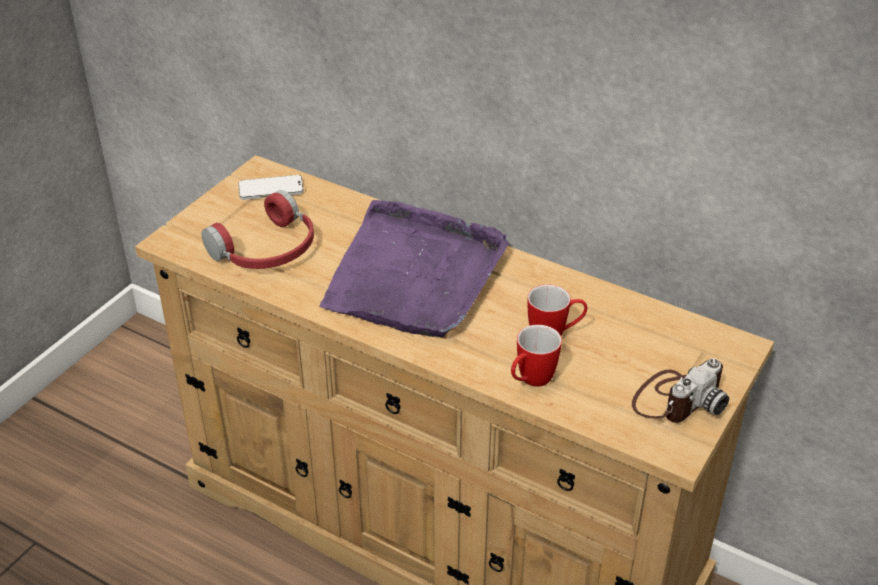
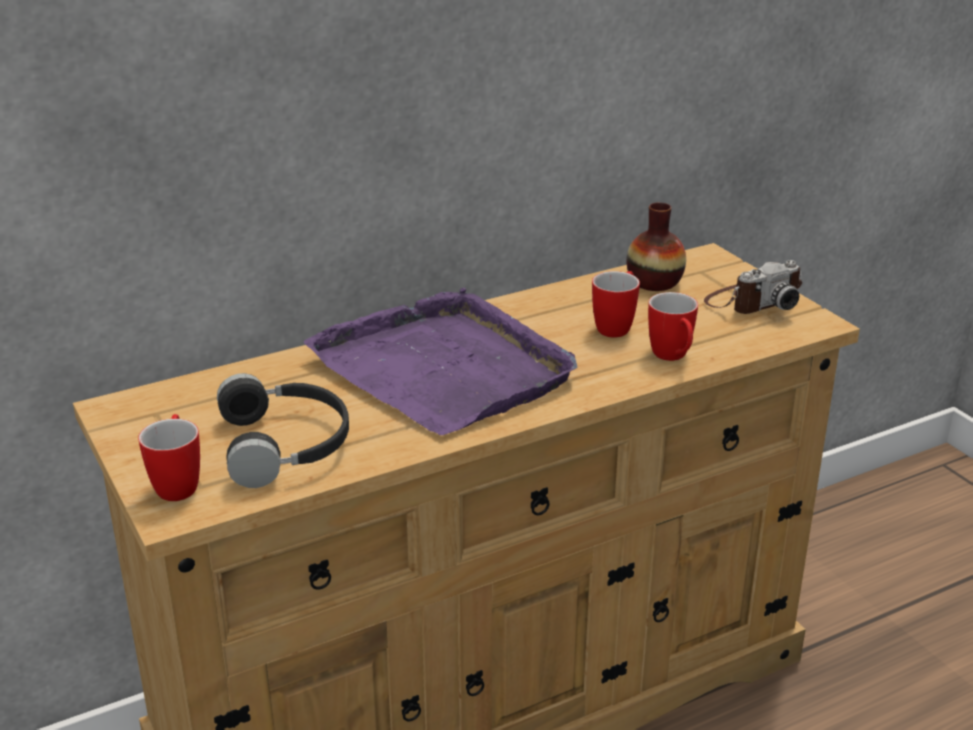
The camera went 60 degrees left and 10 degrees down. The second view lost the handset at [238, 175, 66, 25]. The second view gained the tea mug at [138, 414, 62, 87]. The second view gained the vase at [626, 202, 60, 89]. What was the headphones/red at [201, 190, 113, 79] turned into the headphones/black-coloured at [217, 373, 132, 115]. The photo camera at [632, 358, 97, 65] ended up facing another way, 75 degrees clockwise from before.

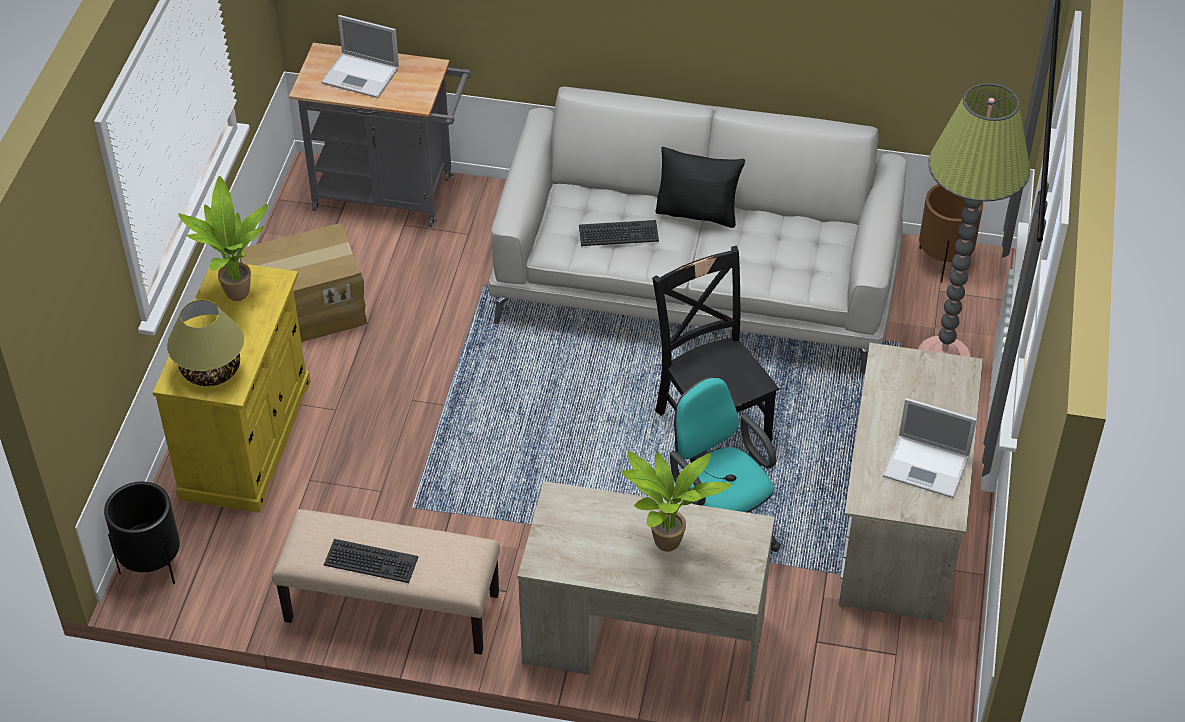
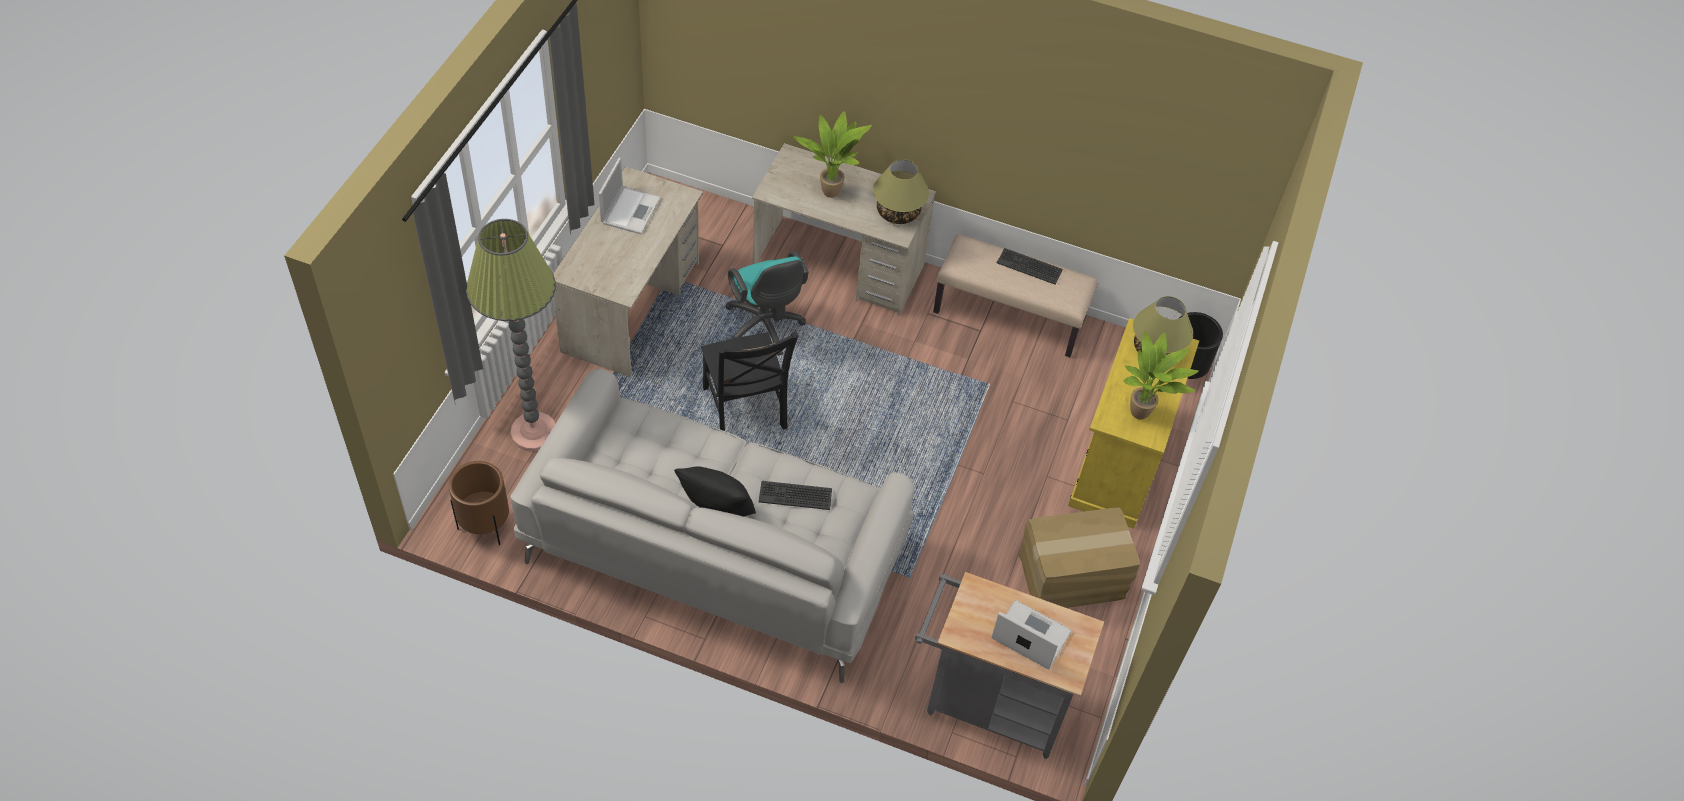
The camera went 175 degrees left and 5 degrees up. The second view gained the table lamp at [873, 159, 56, 65]. The laptop at [883, 398, 94, 100] ended up facing another way, 75 degrees clockwise from before.

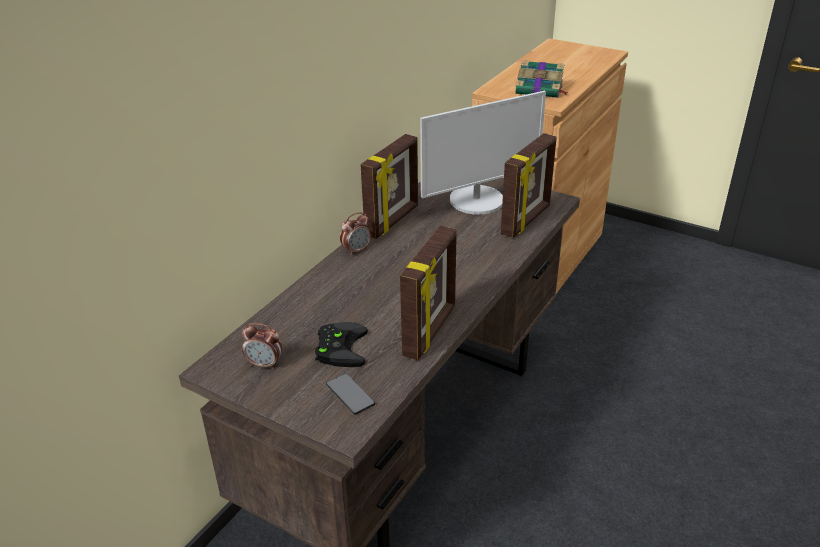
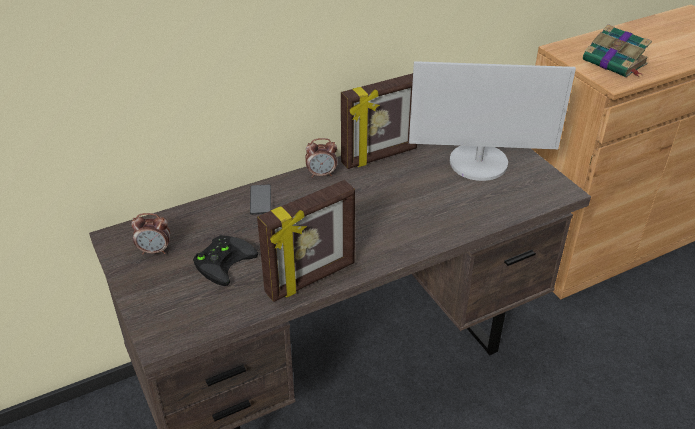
The camera went 30 degrees right and 5 degrees up. The second view lost the photo frame at [501, 133, 55, 105]. The handset ended up elsewhere, having gone from [326, 373, 49, 42] to [250, 184, 21, 31]. The alarm clock at [242, 323, 40, 46] ended up facing another way, 45 degrees counterclockwise from before.

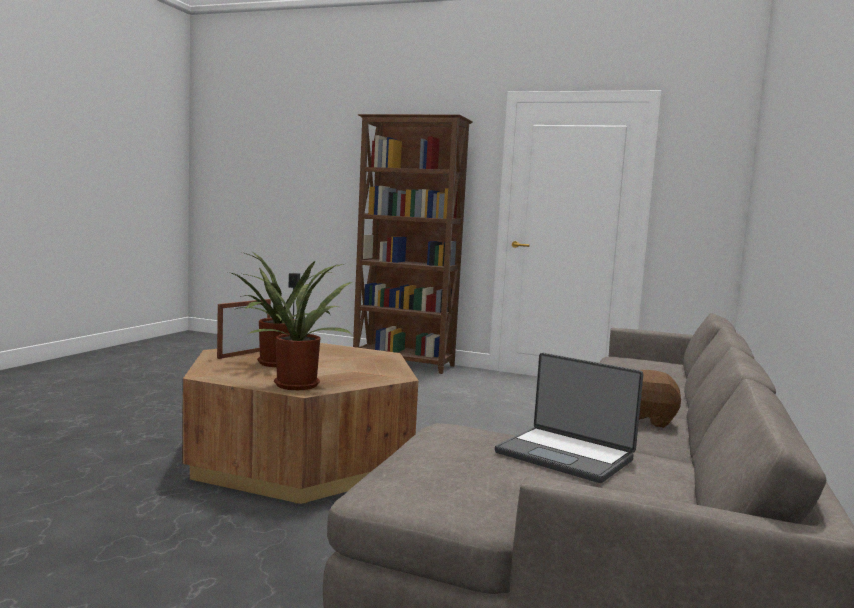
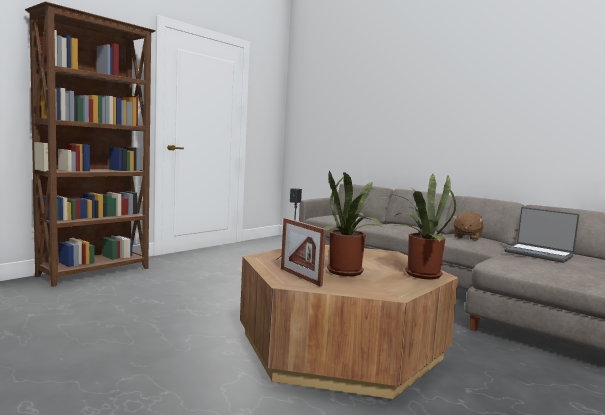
The camera went 70 degrees left and 0 degrees up. The laptop at [495, 353, 148, 130] ended up facing another way, 75 degrees clockwise from before.

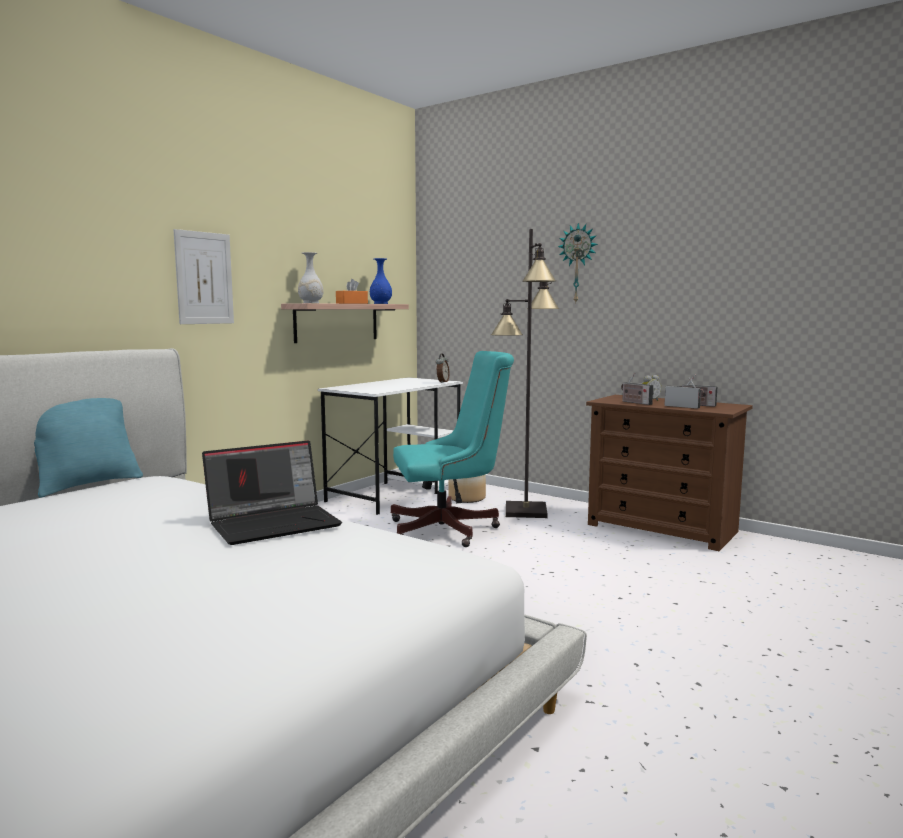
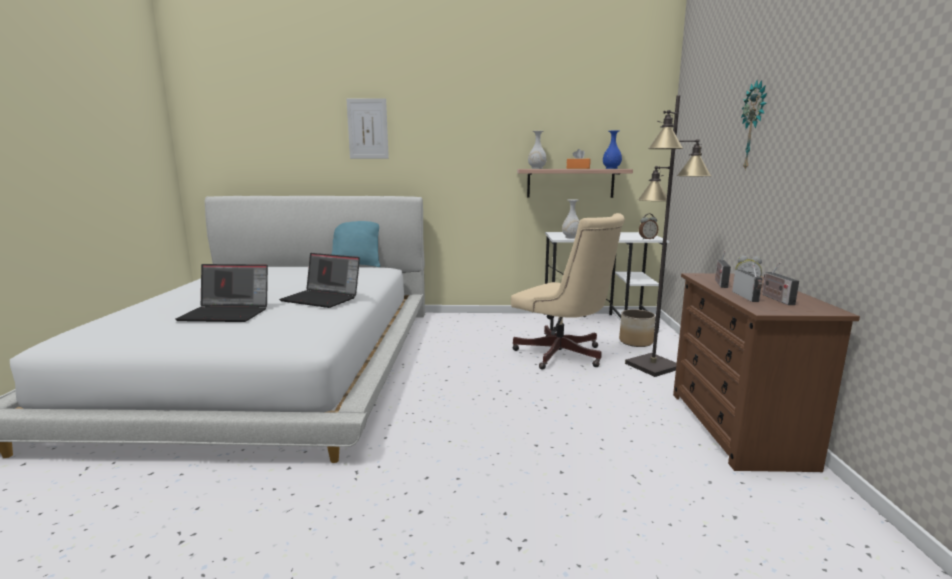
The camera went 55 degrees right and 5 degrees up. The second view gained the laptop at [175, 264, 93, 58]. The second view gained the vase/whitish at [562, 199, 18, 39]. The wall picture ended up elsewhere, having gone from [173, 229, 61, 95] to [346, 98, 43, 61]. What was the computer chair/turquoise at [391, 351, 123, 196] turned into the computer chair/beige-coloured at [511, 213, 114, 157].

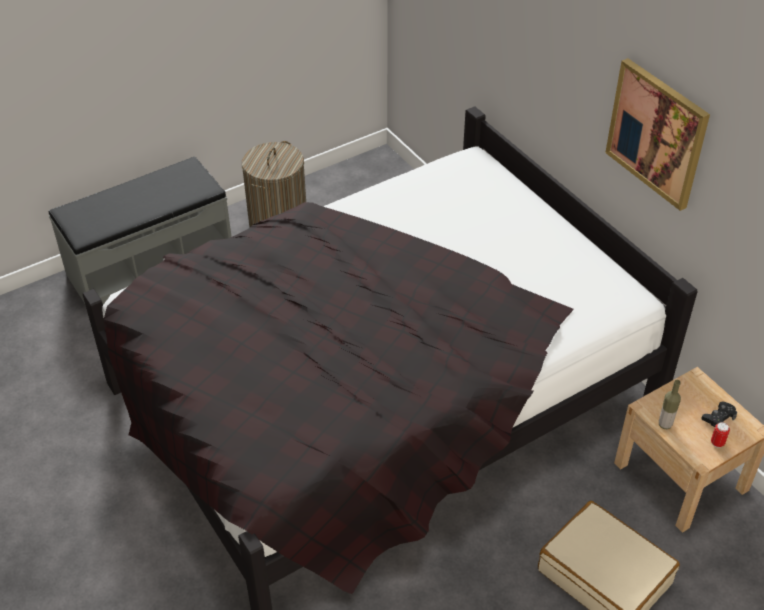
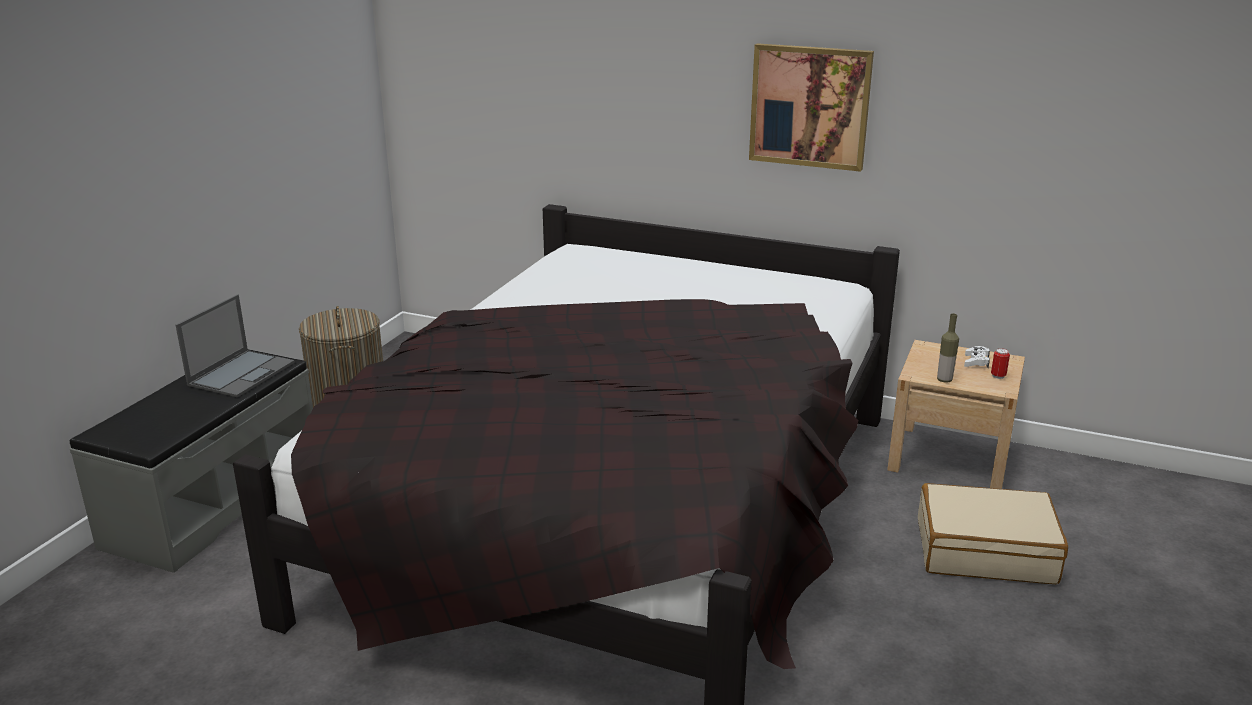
The camera went 35 degrees left and 20 degrees down. The second view gained the laptop at [176, 294, 119, 103]. What was the game controller/black-coloured at [701, 402, 36, 25] turned into the game controller/whitish at [964, 346, 26, 22].

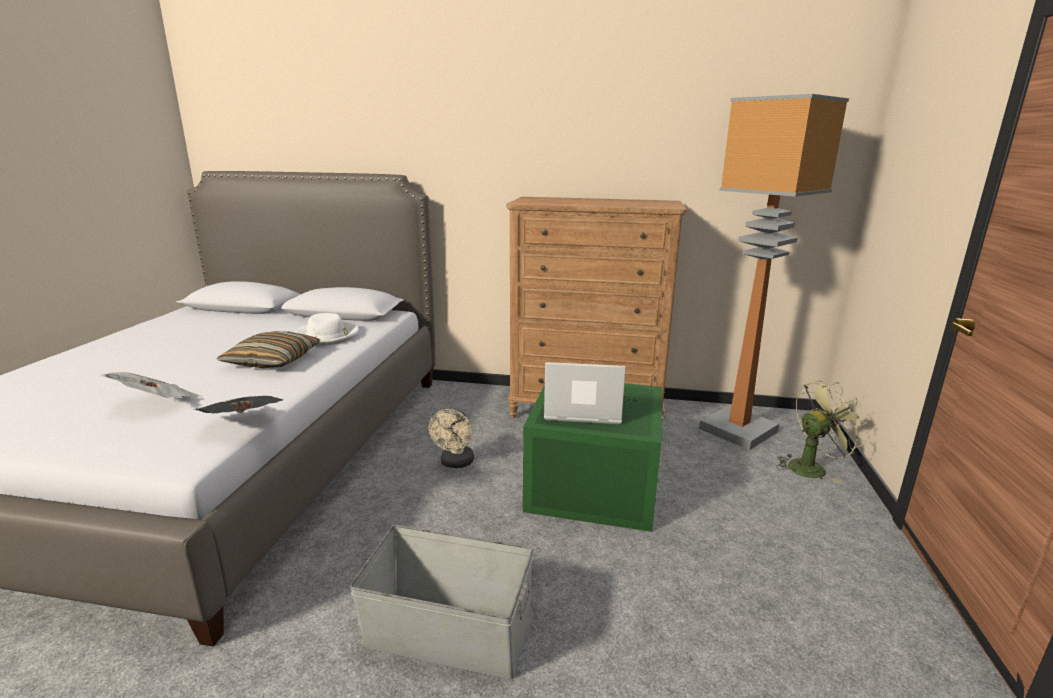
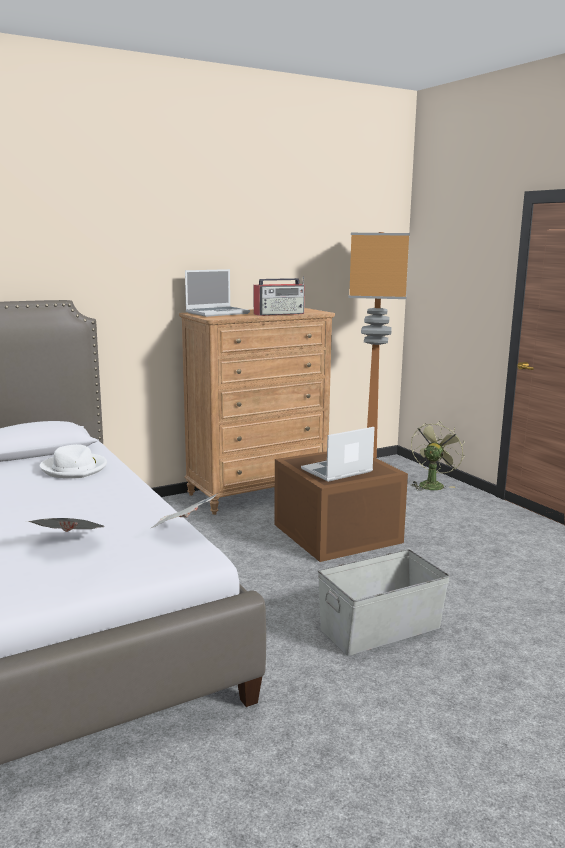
The camera went 40 degrees left and 5 degrees down. The second view lost the pillow at [217, 331, 103, 37]. The second view lost the fan/beige-coloured at [429, 409, 45, 59]. The second view gained the laptop at [185, 269, 65, 48]. The second view gained the radio at [254, 277, 51, 39]. What was the storage box/greenish at [523, 383, 140, 149] turned into the storage box/brownish at [274, 451, 134, 111].

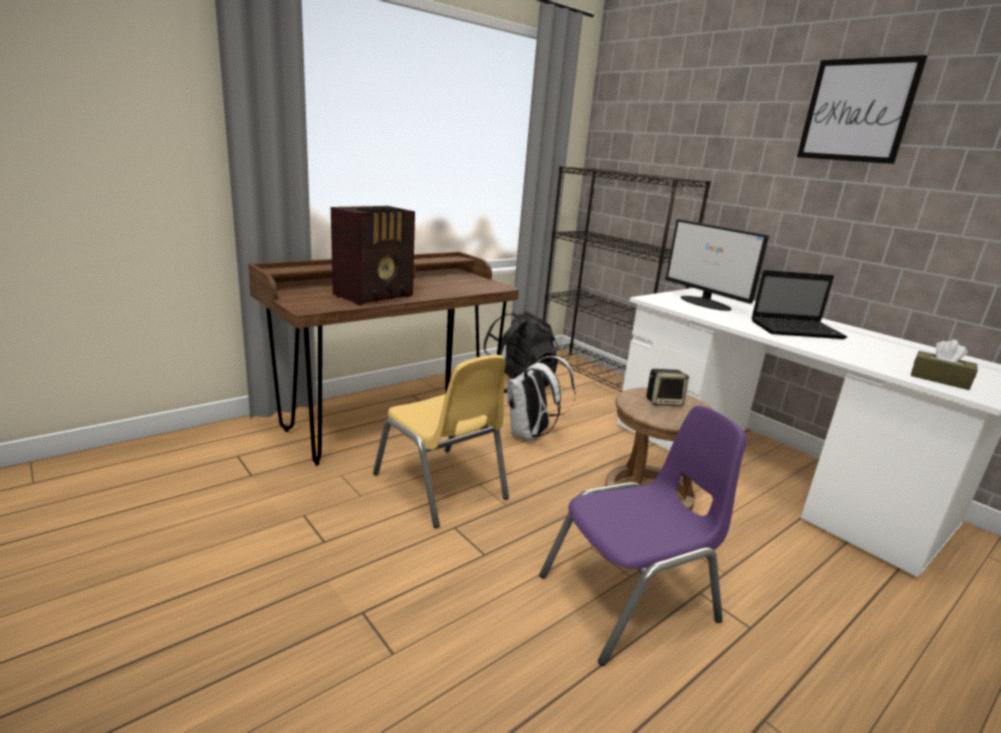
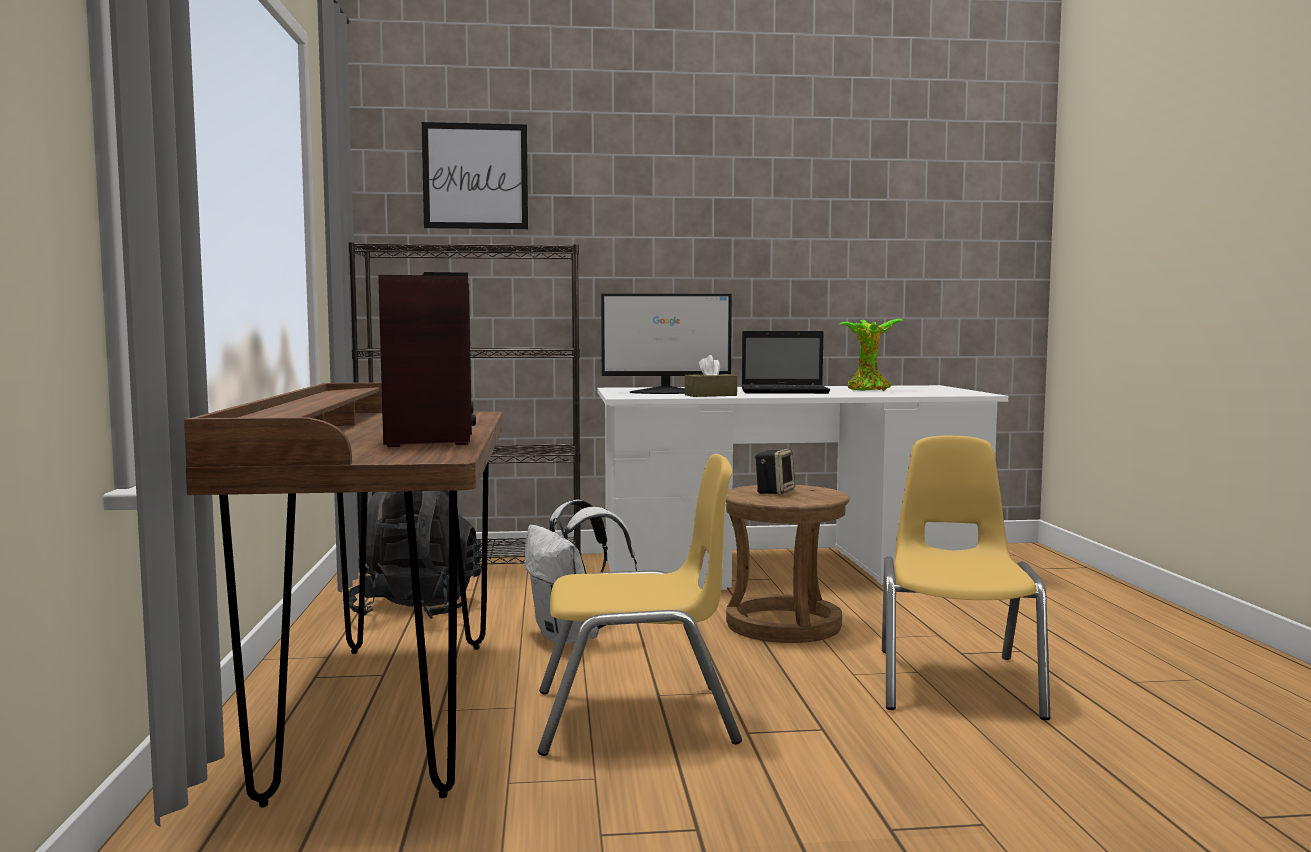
The camera went 55 degrees left and 15 degrees down. The second view gained the plant in a pot at [838, 319, 66, 72]. The wall picture ended up elsewhere, having gone from [797, 55, 131, 109] to [422, 122, 106, 107]. The tissue holder/brownish ended up elsewhere, having gone from [911, 340, 67, 50] to [685, 355, 52, 42]. What was the plain chair/purplish at [539, 405, 208, 261] turned into the plain chair/yellowish at [882, 436, 168, 284]. The laptop at [751, 270, 96, 69] ended up facing another way, 60 degrees clockwise from before.

